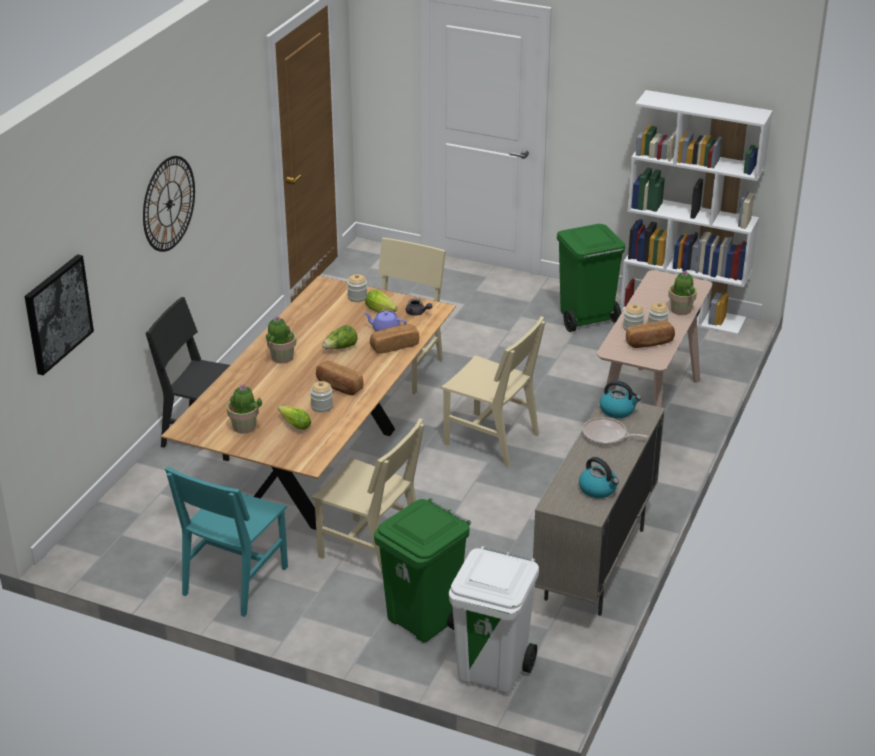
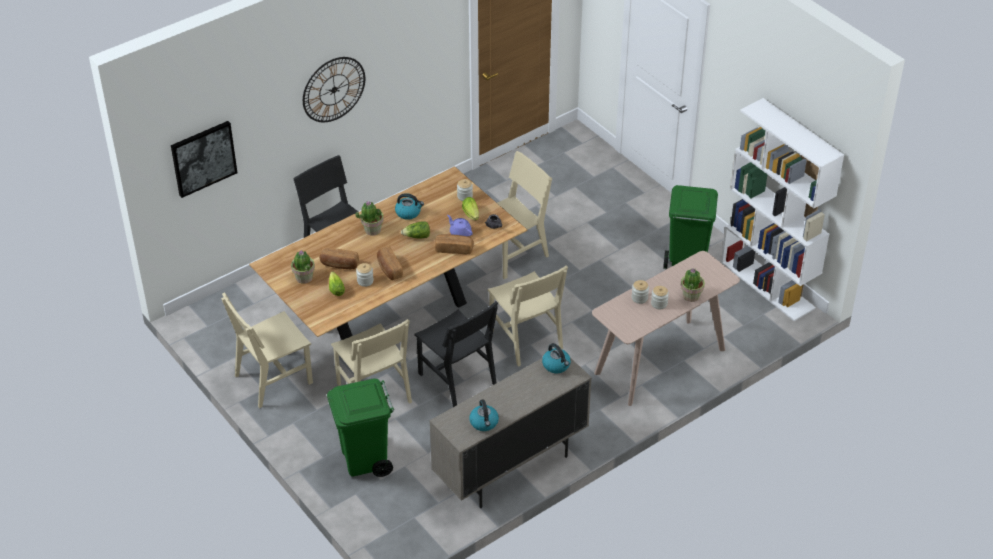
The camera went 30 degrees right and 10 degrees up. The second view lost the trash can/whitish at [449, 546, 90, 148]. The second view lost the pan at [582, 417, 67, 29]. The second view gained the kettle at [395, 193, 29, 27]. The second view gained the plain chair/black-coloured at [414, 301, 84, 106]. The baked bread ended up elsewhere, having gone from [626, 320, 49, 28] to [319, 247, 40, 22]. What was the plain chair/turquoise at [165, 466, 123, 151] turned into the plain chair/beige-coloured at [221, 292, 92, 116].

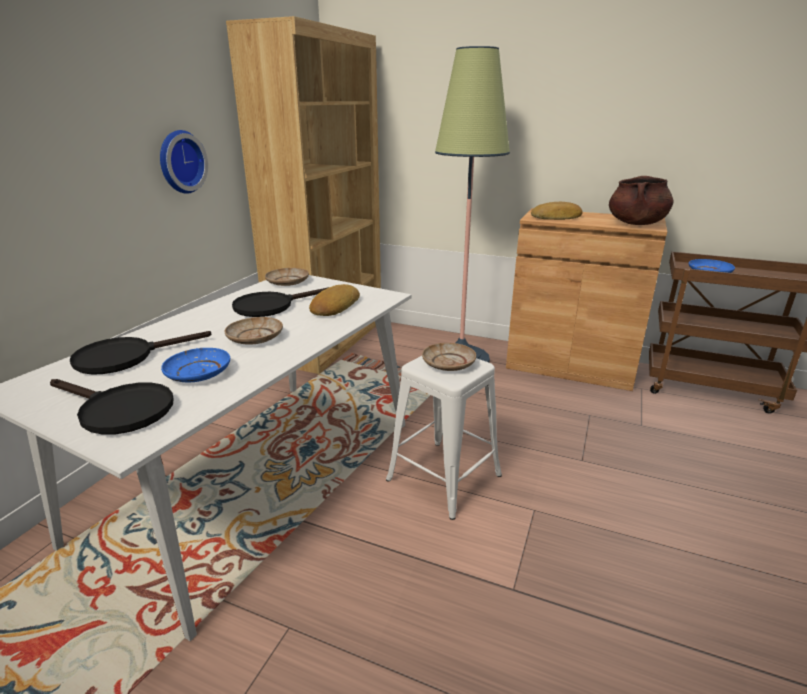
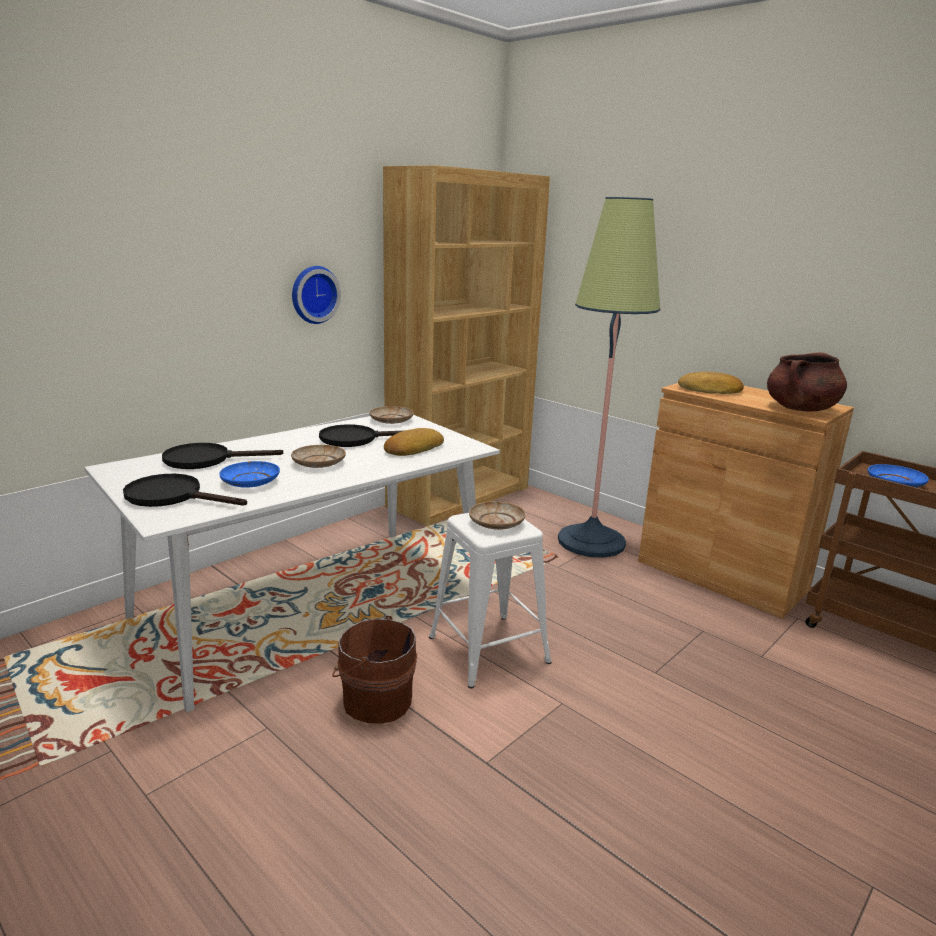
The camera went 20 degrees right and 5 degrees down. The second view gained the water bucket/brownish at [332, 615, 85, 109]. The pan/black-coloured at [50, 379, 124, 56] ended up facing another way, 150 degrees clockwise from before.

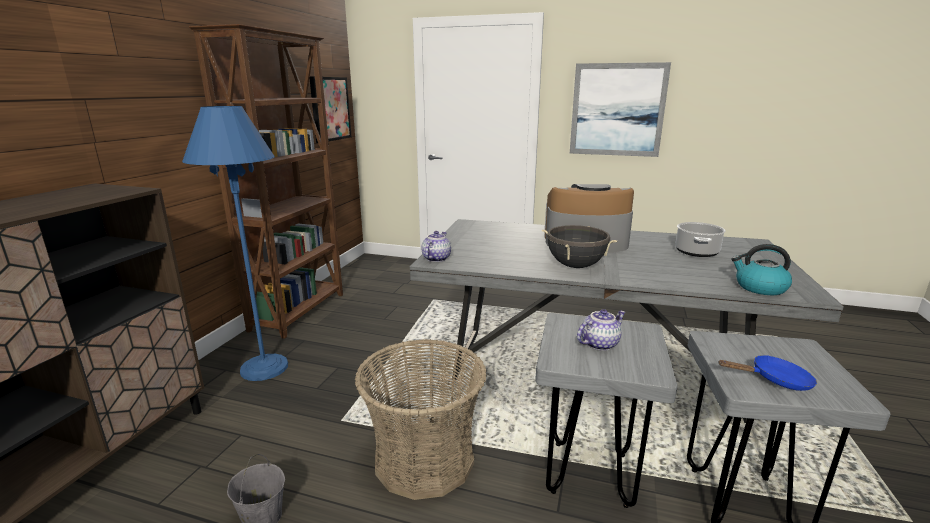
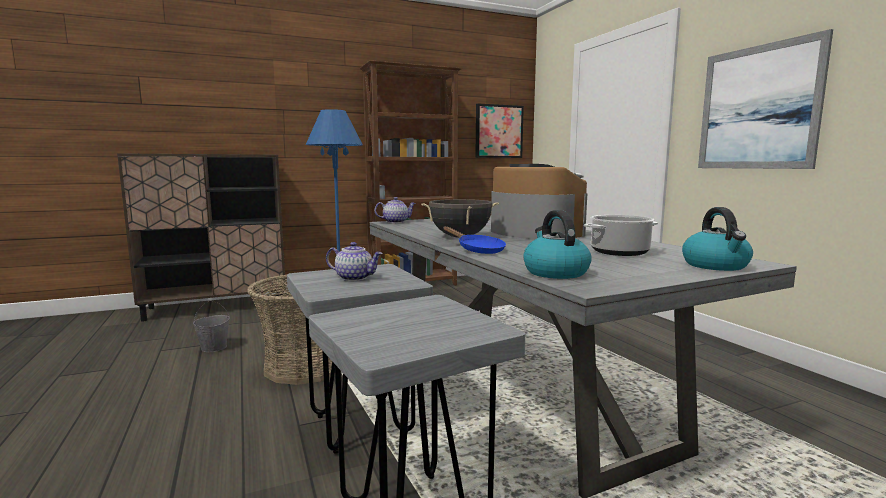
The camera went 50 degrees right and 10 degrees down. The second view gained the kettle at [682, 207, 71, 64]. The pan/blue-coloured ended up elsewhere, having gone from [719, 355, 98, 36] to [444, 226, 62, 28].

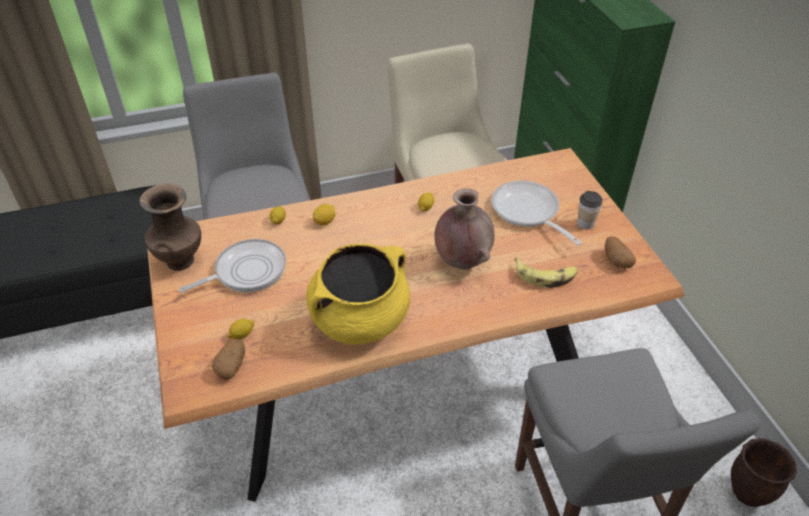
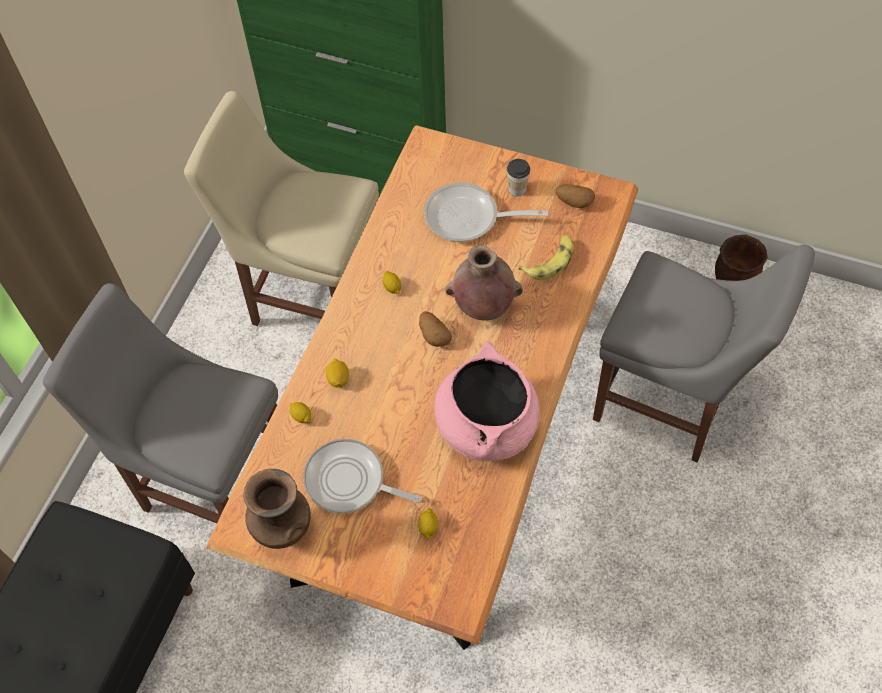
The camera went 50 degrees left and 15 degrees up. The spud ended up elsewhere, having gone from [212, 339, 33, 41] to [419, 311, 33, 36]. What was the stockpot/yellowish at [306, 243, 104, 101] turned into the stockpot/pink at [434, 342, 106, 119]. The pan at [179, 239, 107, 54] ended up facing another way, 75 degrees counterclockwise from before.

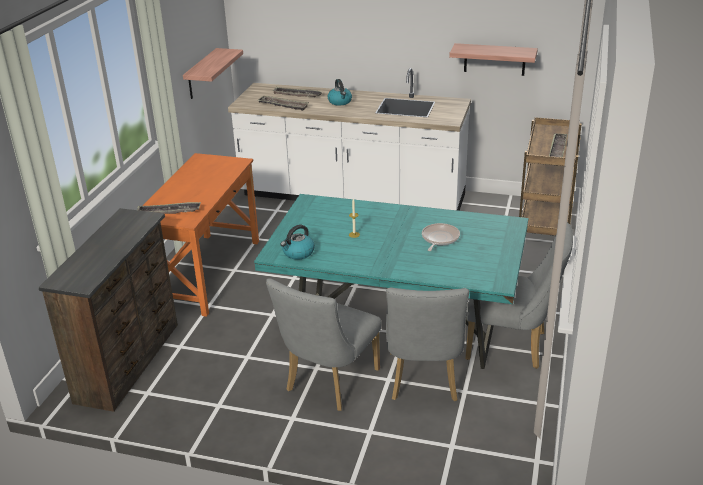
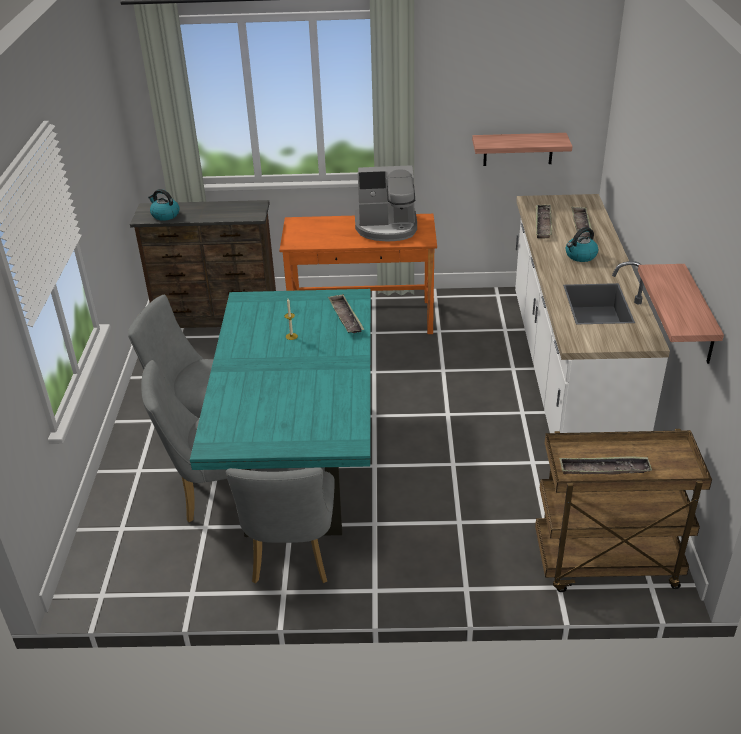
The camera went 75 degrees right and 5 degrees up. The second view lost the pan at [422, 223, 38, 28]. The second view gained the coffee maker at [355, 165, 62, 77]. The serving tray ended up elsewhere, having gone from [137, 202, 64, 12] to [328, 294, 36, 39]. The kettle ended up elsewhere, having gone from [280, 224, 35, 36] to [148, 189, 32, 32].

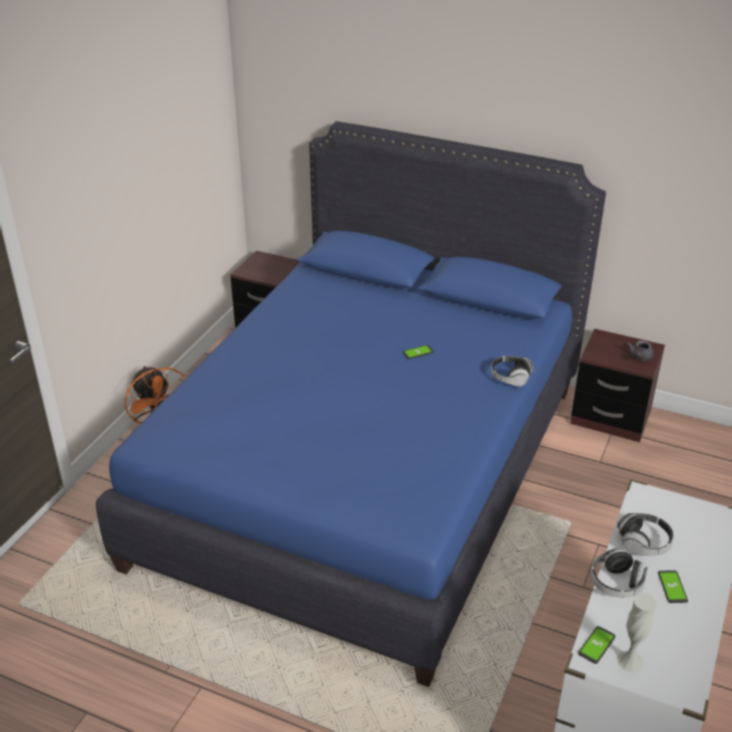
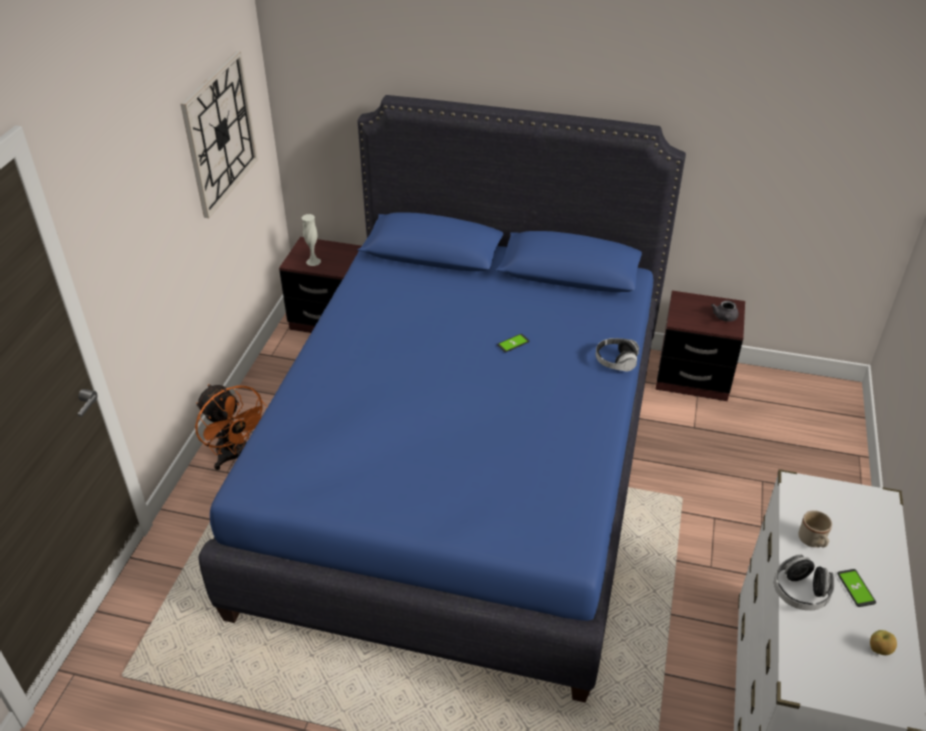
The camera went 10 degrees left and 5 degrees up. The second view lost the handset at [578, 626, 37, 38]. The second view gained the wall clock at [180, 51, 78, 167]. The second view gained the apple at [870, 630, 27, 25]. The vase/whitish ended up elsewhere, having gone from [617, 593, 40, 79] to [302, 214, 19, 52]. Where the headphones stood at [617, 513, 57, 43], the tea mug/beige-coloured came to stand at [798, 510, 34, 37].

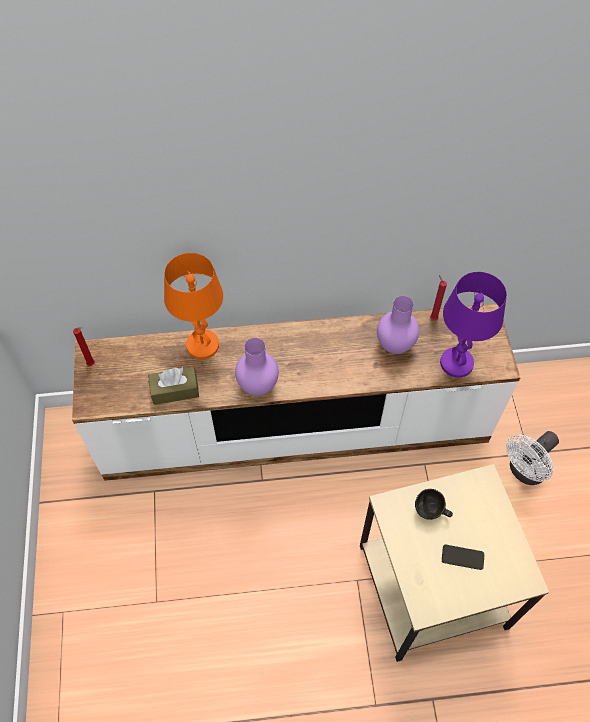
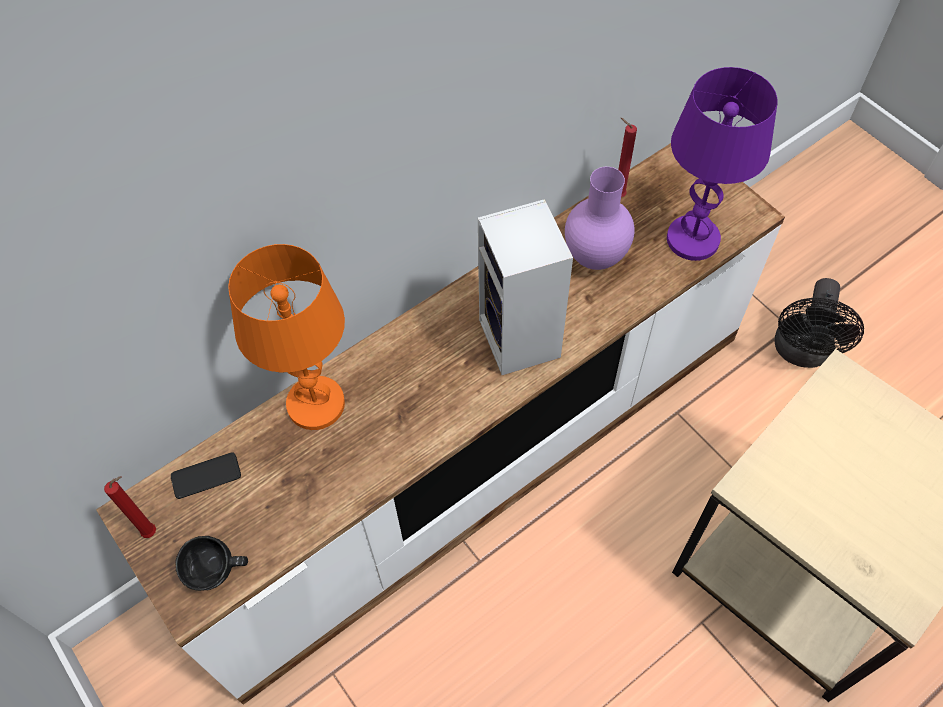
The camera went 30 degrees left and 0 degrees up. The second view lost the tissue holder/brownish at [148, 367, 51, 38]. The second view lost the vase/purplish at [235, 338, 44, 58]. The second view gained the speaker at [478, 199, 95, 176]. The tea mug/black-coloured ended up elsewhere, having gone from [415, 489, 38, 31] to [175, 536, 73, 55]. The handset ended up elsewhere, having gone from [442, 545, 42, 25] to [171, 453, 70, 46]. What was the fan/whitish at [506, 431, 53, 54] turned into the fan/black-coloured at [774, 278, 90, 90].

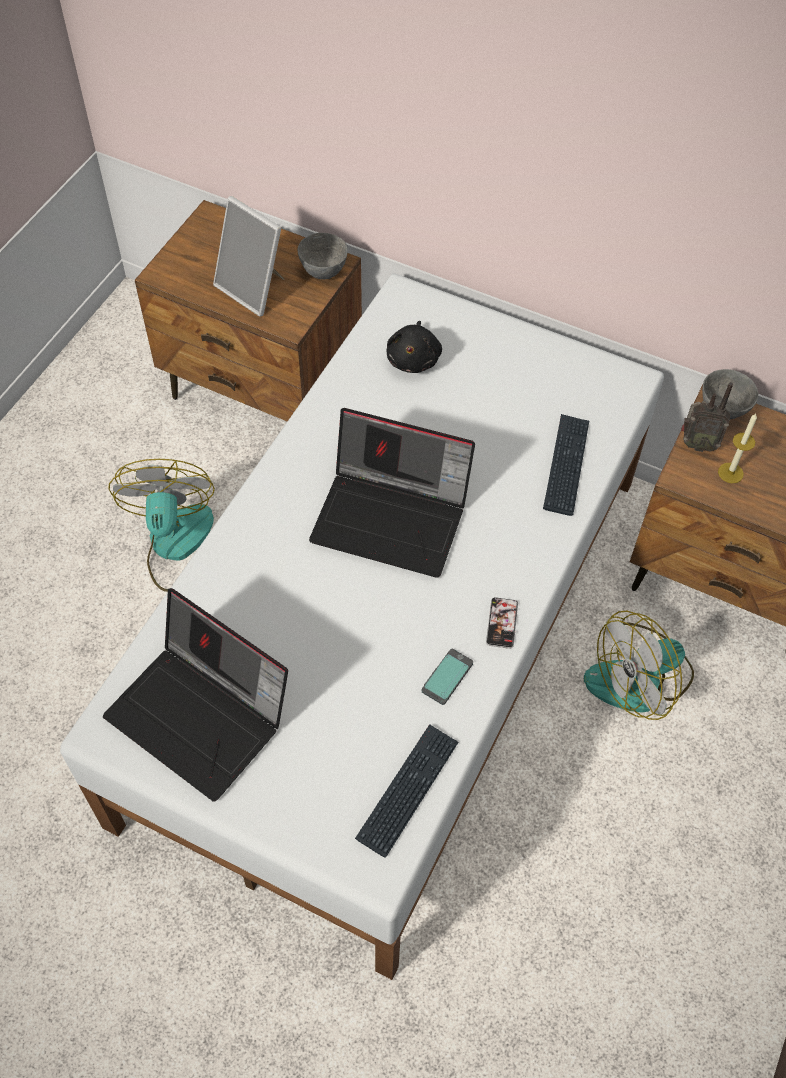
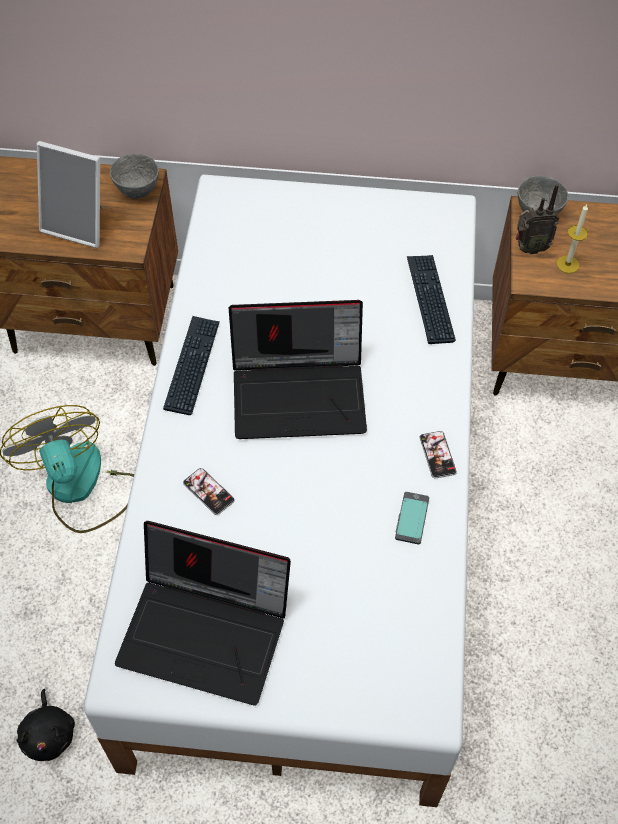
The camera went 20 degrees left and 0 degrees up. The second view lost the fan at [584, 611, 110, 109]. The second view gained the handset at [183, 468, 52, 47]. The computer keyboard ended up elsewhere, having gone from [355, 724, 104, 134] to [163, 316, 57, 99]. The cuddly toy/black-coloured ended up elsewhere, having gone from [387, 321, 55, 52] to [16, 689, 59, 72].

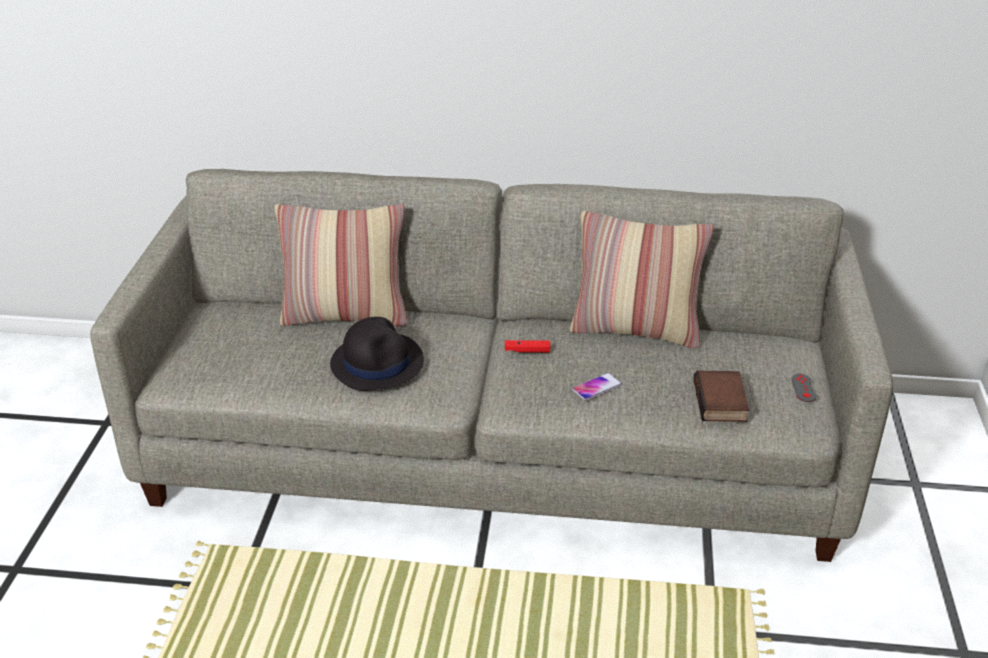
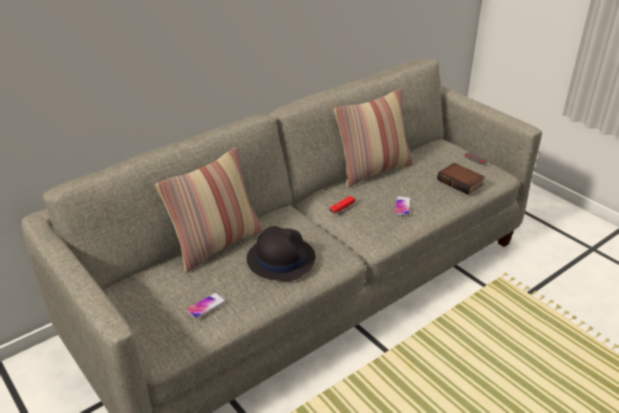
The camera went 45 degrees left and 0 degrees up. The second view gained the handset at [186, 292, 40, 27].

